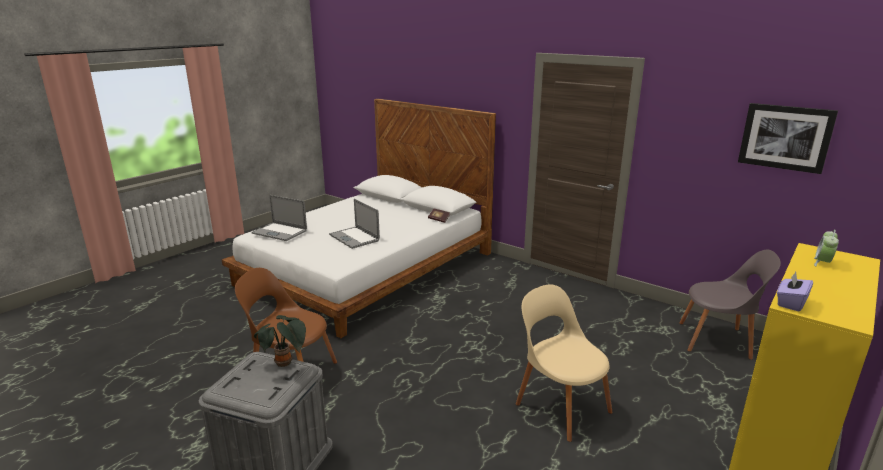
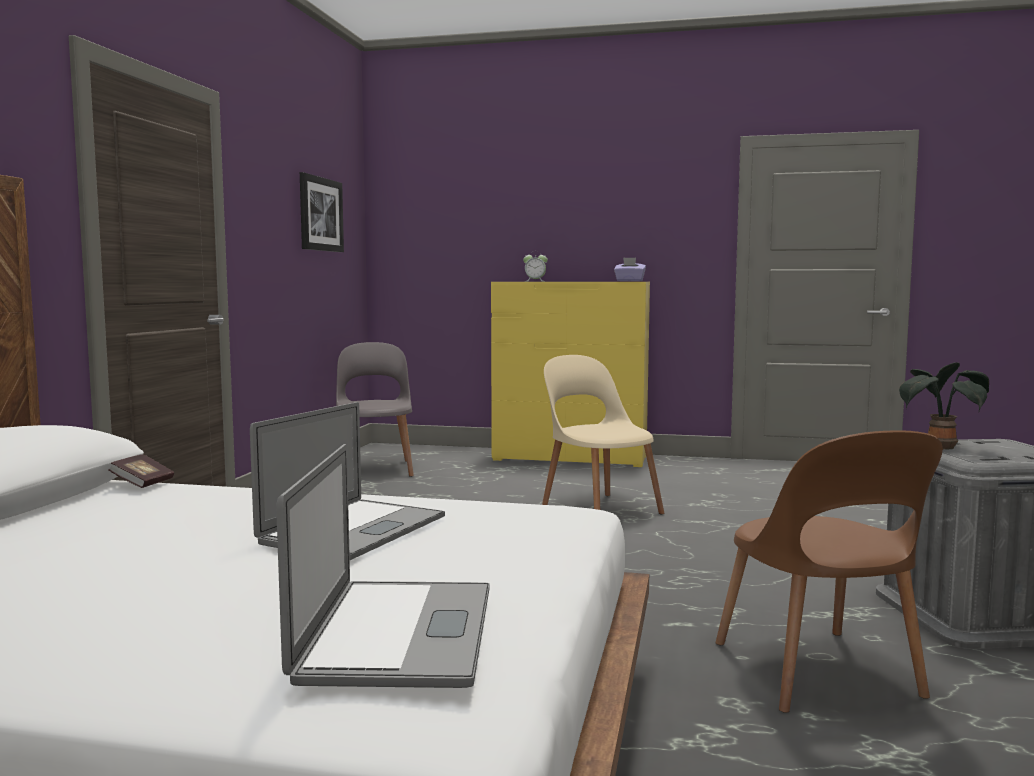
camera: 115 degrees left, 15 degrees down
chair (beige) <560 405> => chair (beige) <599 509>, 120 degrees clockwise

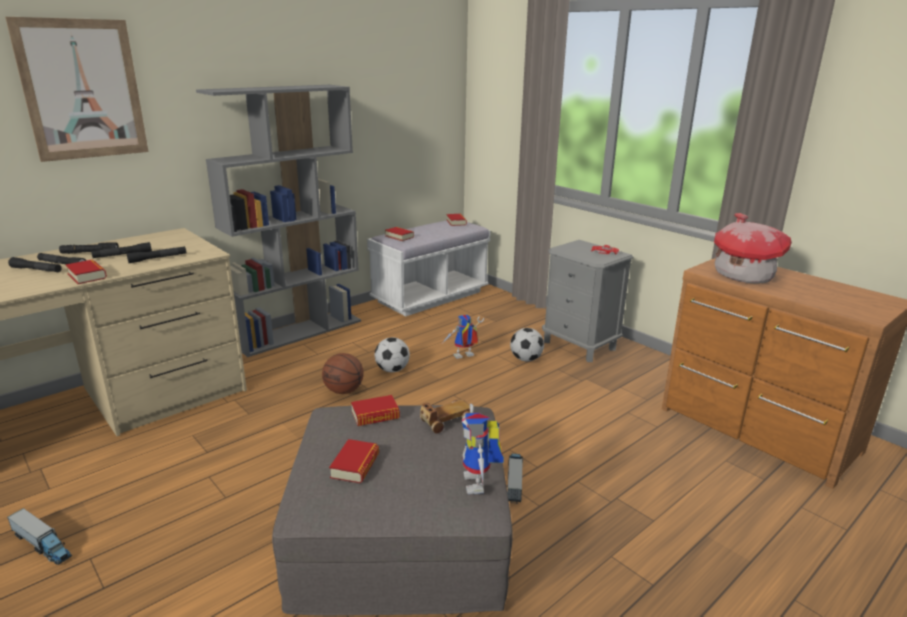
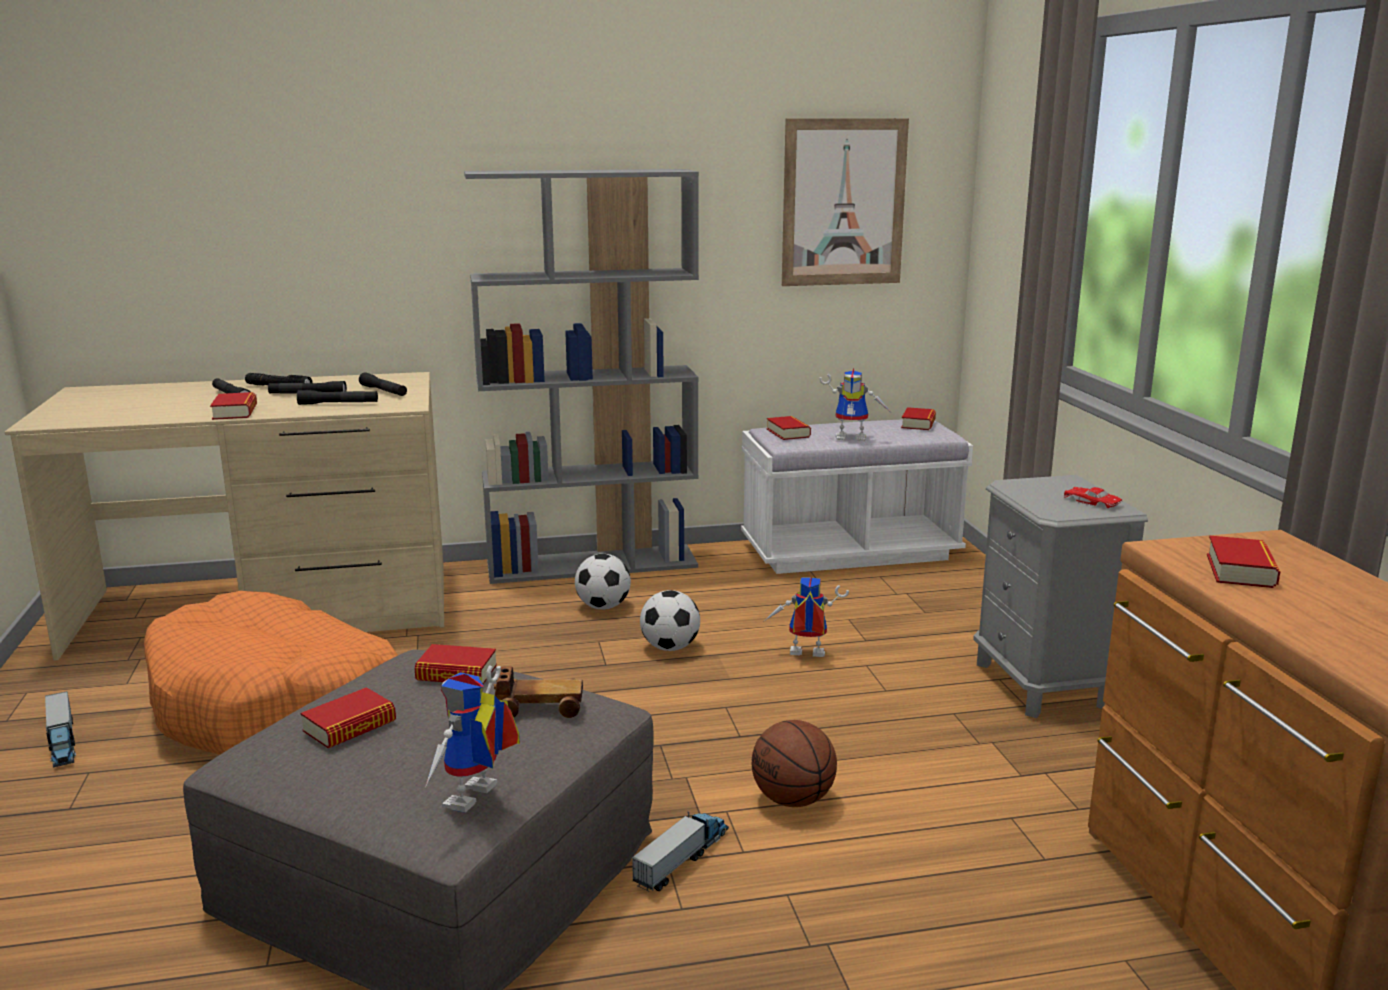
camera: 30 degrees right, 5 degrees down
picture <82 90> => picture <843 203>, moved
flashlight (black) <36 270> => flashlight (black) <383 391>, moved
basketball <344 391> => basketball <793 800>, moved
football <526 359> => football <603 607>, moved
toy house <742 275> => book <1240 571>
nothing => dog bed (orange) <277 707>
nothing => toy robot <853 437>

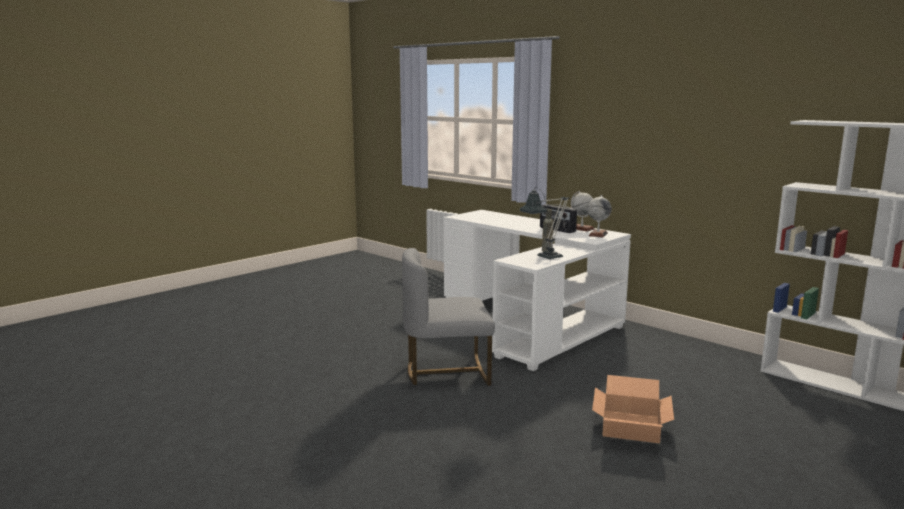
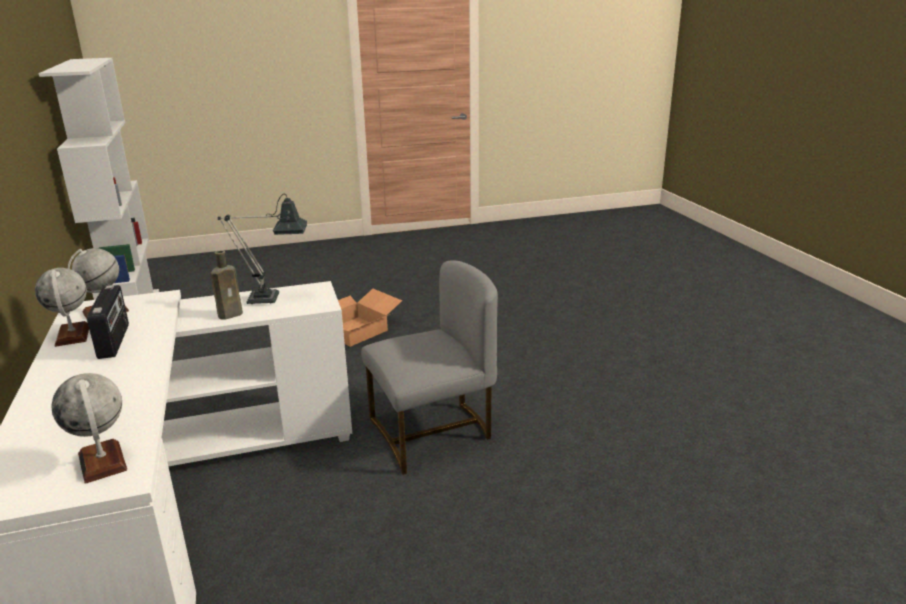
camera: 150 degrees left, 10 degrees up
chair (grey) <447 372> => chair (grey) <432 433>, 45 degrees counterclockwise
nothing => globe <102 462>

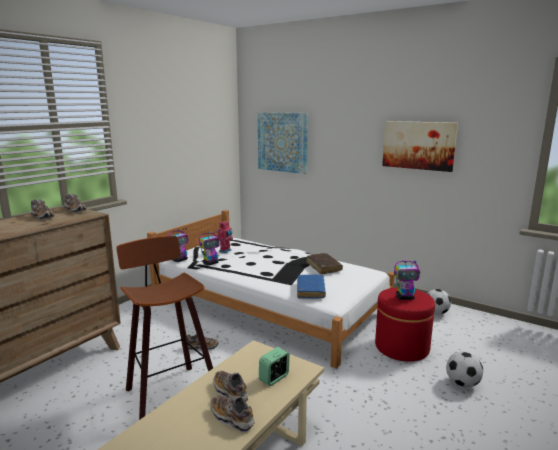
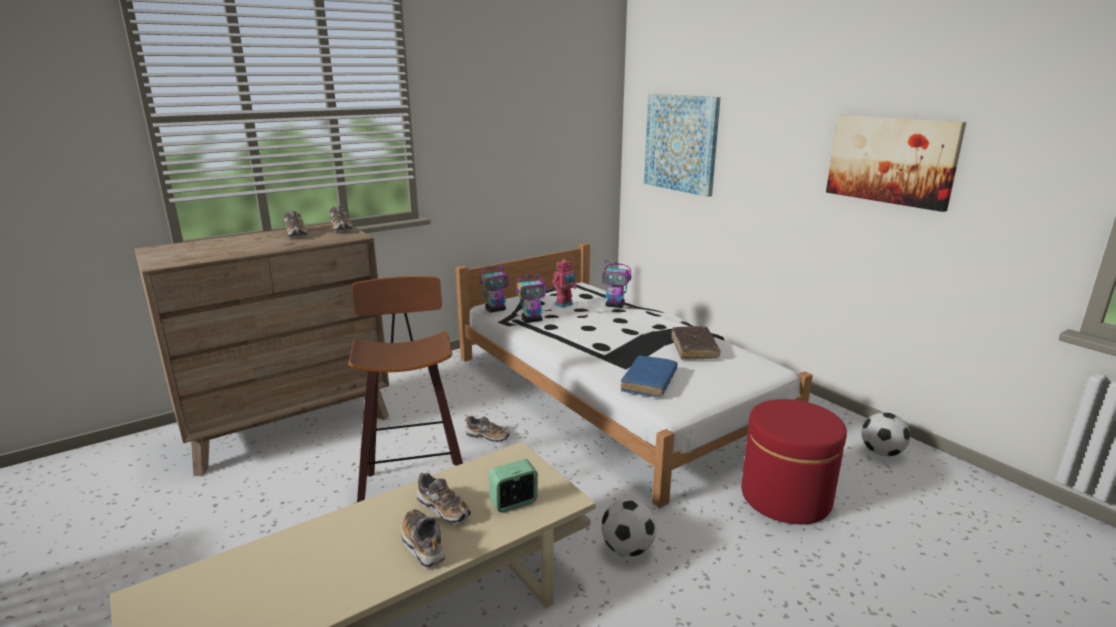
camera: 20 degrees right, 5 degrees up
shoe <230 392> => shoe <443 509>, 150 degrees clockwise
toy robot <405 298> => toy robot <615 306>, moved
football <462 384> => football <628 549>, moved

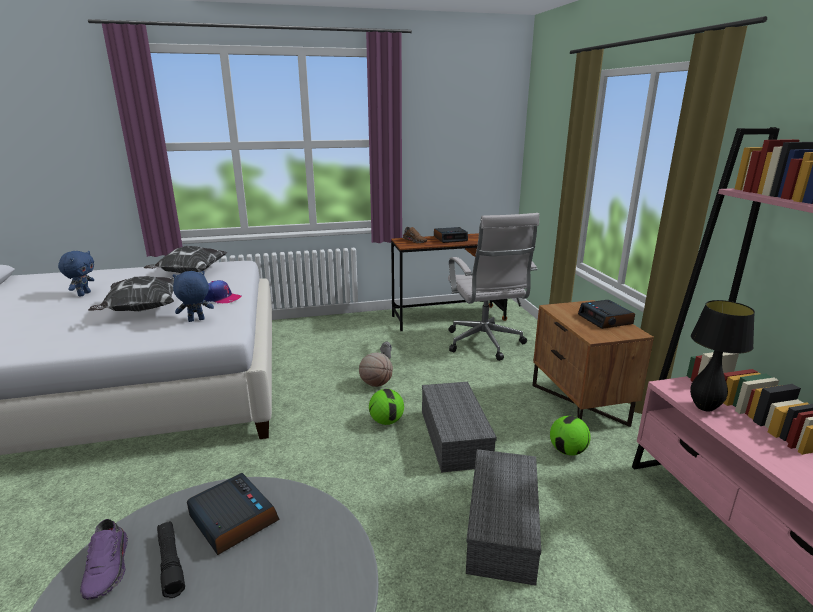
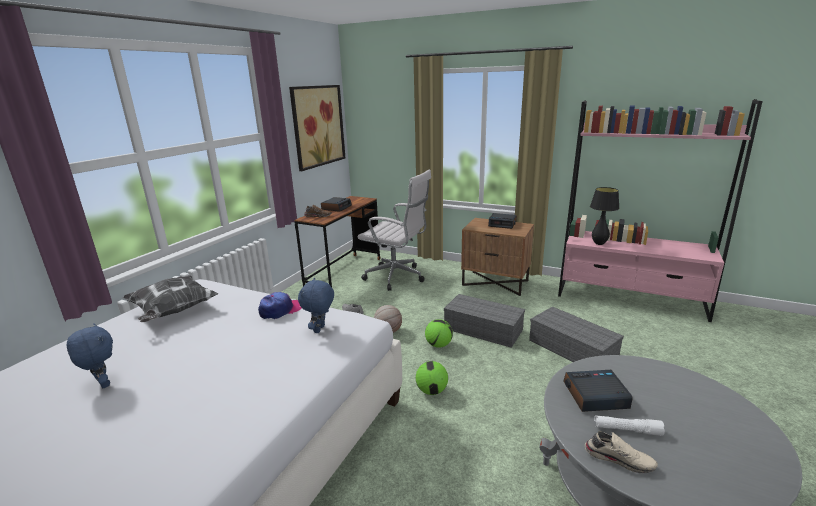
camera: 50 degrees left, 0 degrees up
shoe (purple) <109 567> => shoe (beige) <619 458>
pillow <142 310> => nothing
flashlight (black) <170 563> => flashlight (white) <627 430>
football <567 451> => football <432 390>, moved
nothing => picture <318 126>

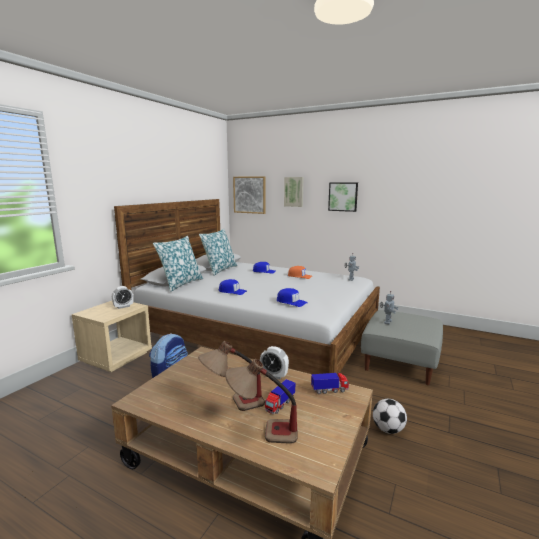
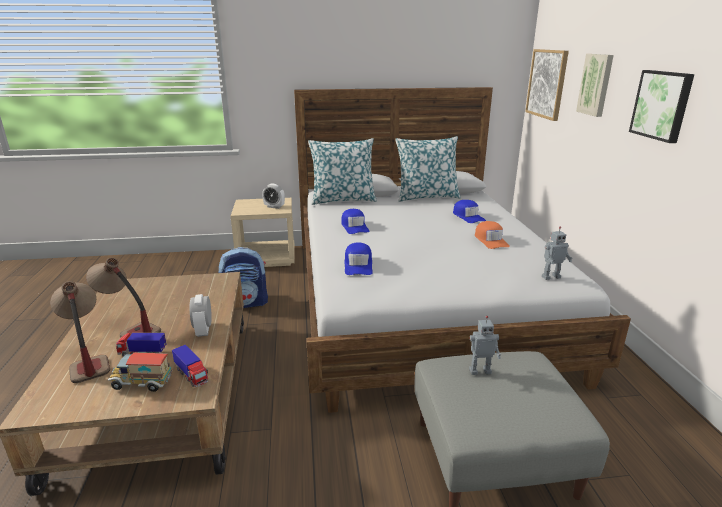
camera: 55 degrees right, 10 degrees up
football <388 429> => nothing
nothing => toy truck <142 384>

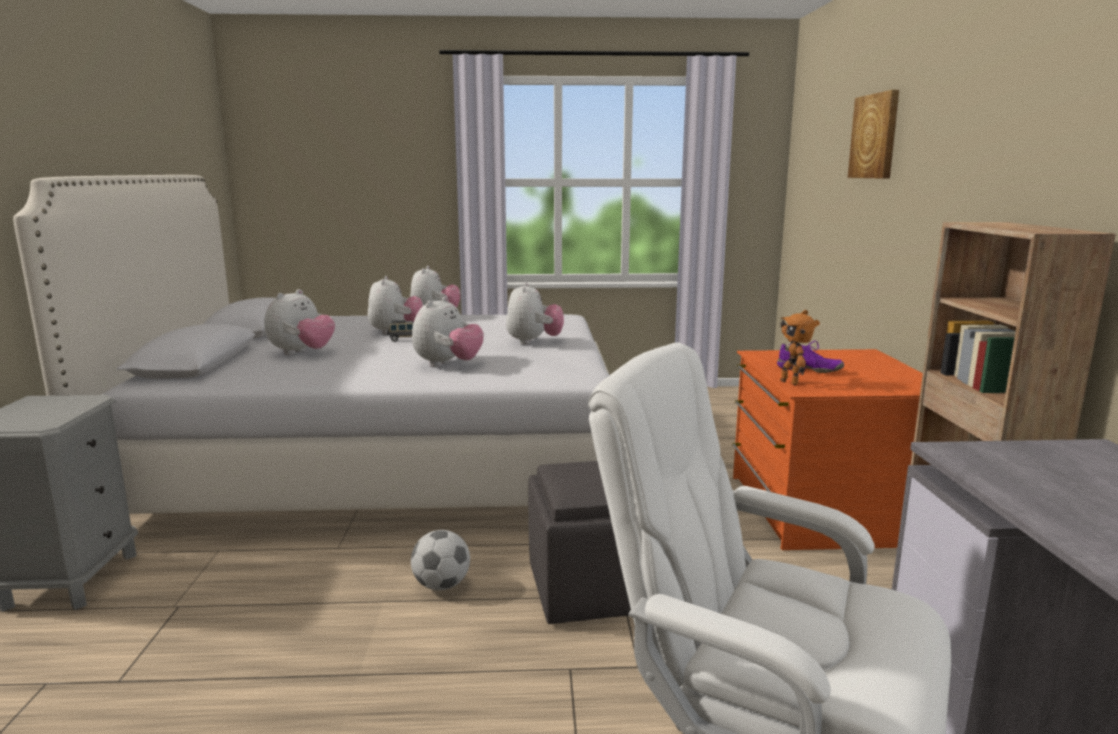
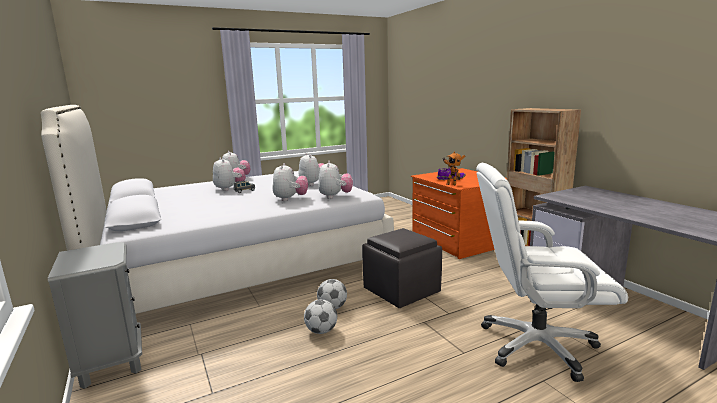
camera: 25 degrees left, 0 degrees up
plush toy <302 353> => plush toy <335 196>, moved
picture <875 136> => nothing
nothing => football <321 331>

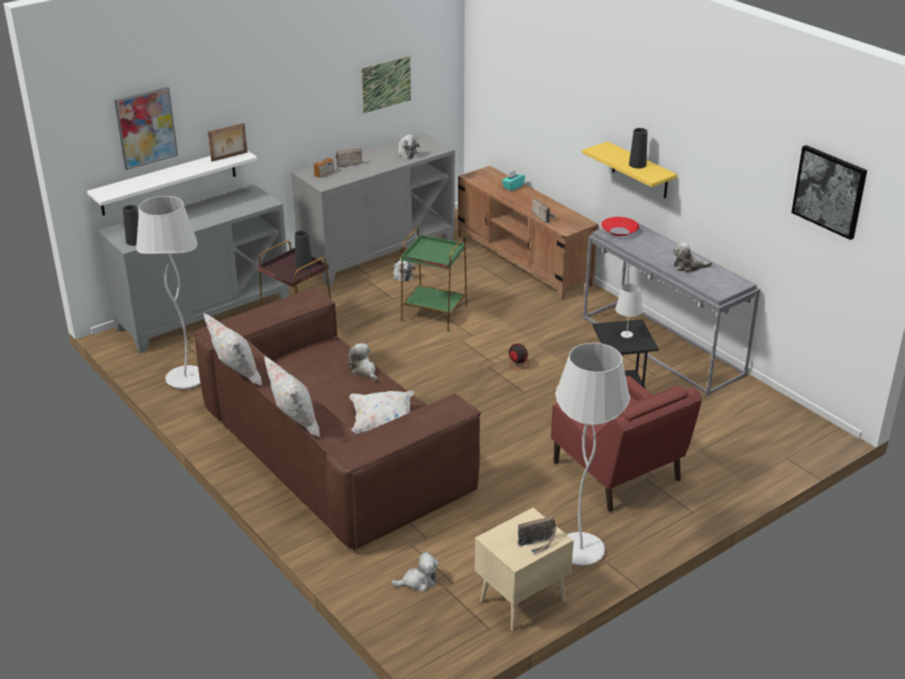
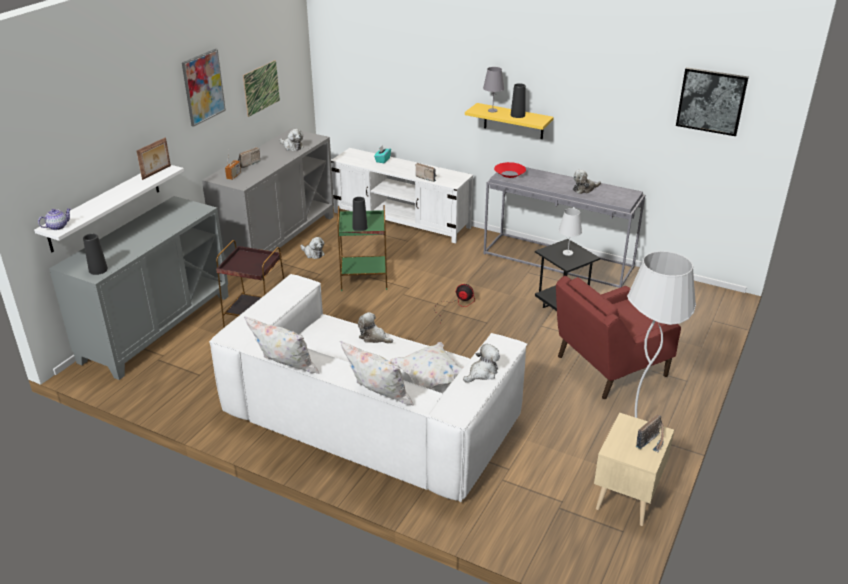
camera: 25 degrees left, 0 degrees up
picture <146 127> => picture <203 87>, moved
floor lamp (white) <186 379> => nothing
sofa (brown) <335 449> => sofa (white) <370 416>
vase (black) <303 265> => vase (black) <360 227>, moved
plush toy <418 581> => plush toy <482 373>, moved
tv stand (brown) <523 260> => tv stand (white) <402 220>
armchair (red) <618 473> => armchair (red) <609 367>, 120 degrees clockwise
nothing => teapot <57 227>
nothing => table lamp (grey) <492 110>

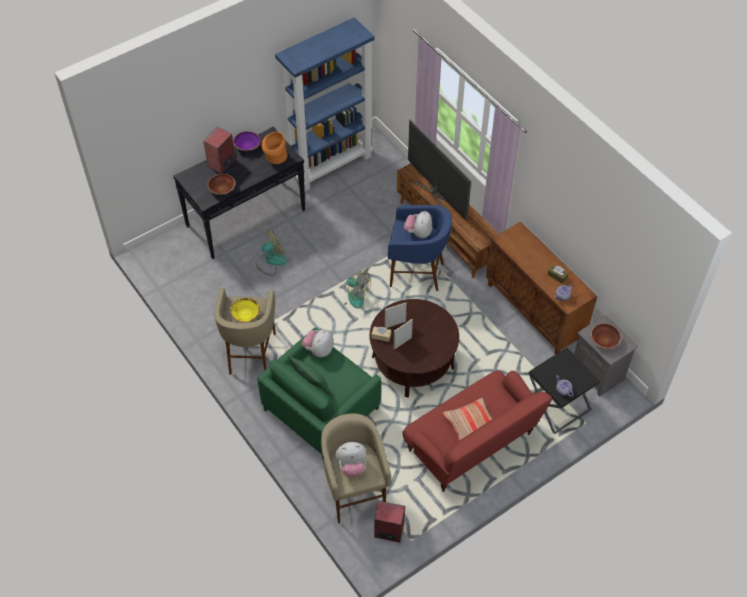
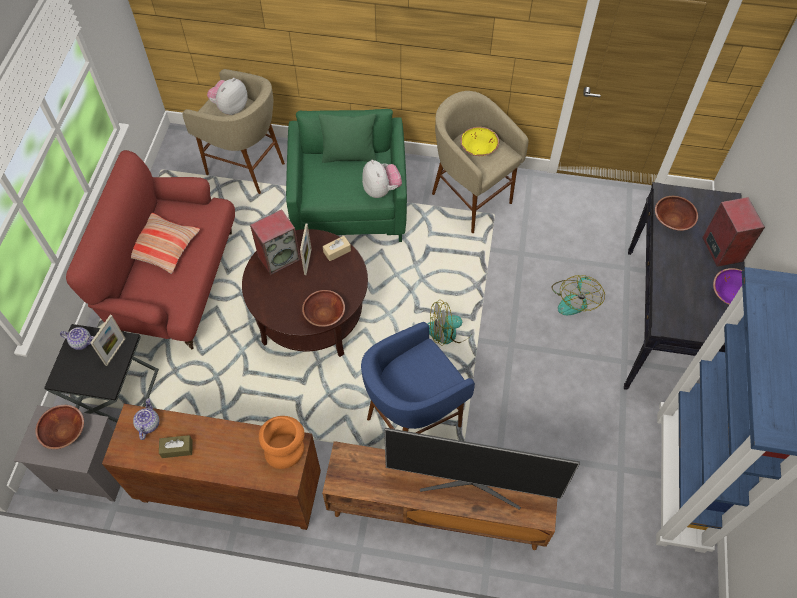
camera: 135 degrees right, 5 degrees up
vase (orange) <275 158> => vase (orange) <284 448>, moved
speaker <388 531> => speaker <279 257>, moved
picture frame <395 324> => picture frame <115 351>, moved
plush toy <418 233> => nothing
nothing => bowl (brown) <324 314>

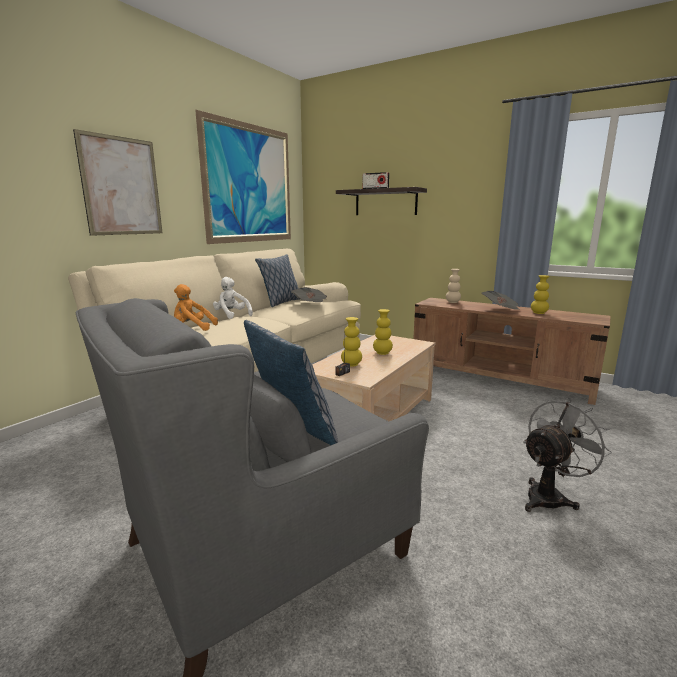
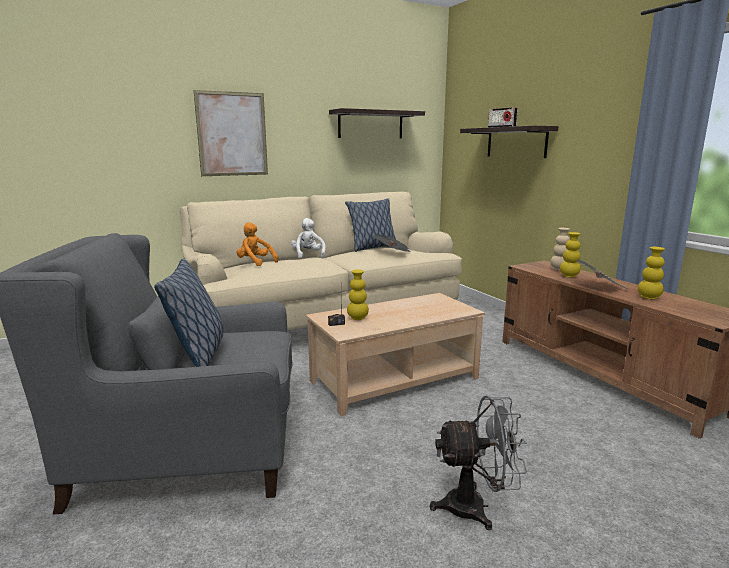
camera: 30 degrees right, 0 degrees up
picture <250 184> => shelf <370 125>
vase (yellow) <382 353> => vase (yellow) <569 276>, moved

